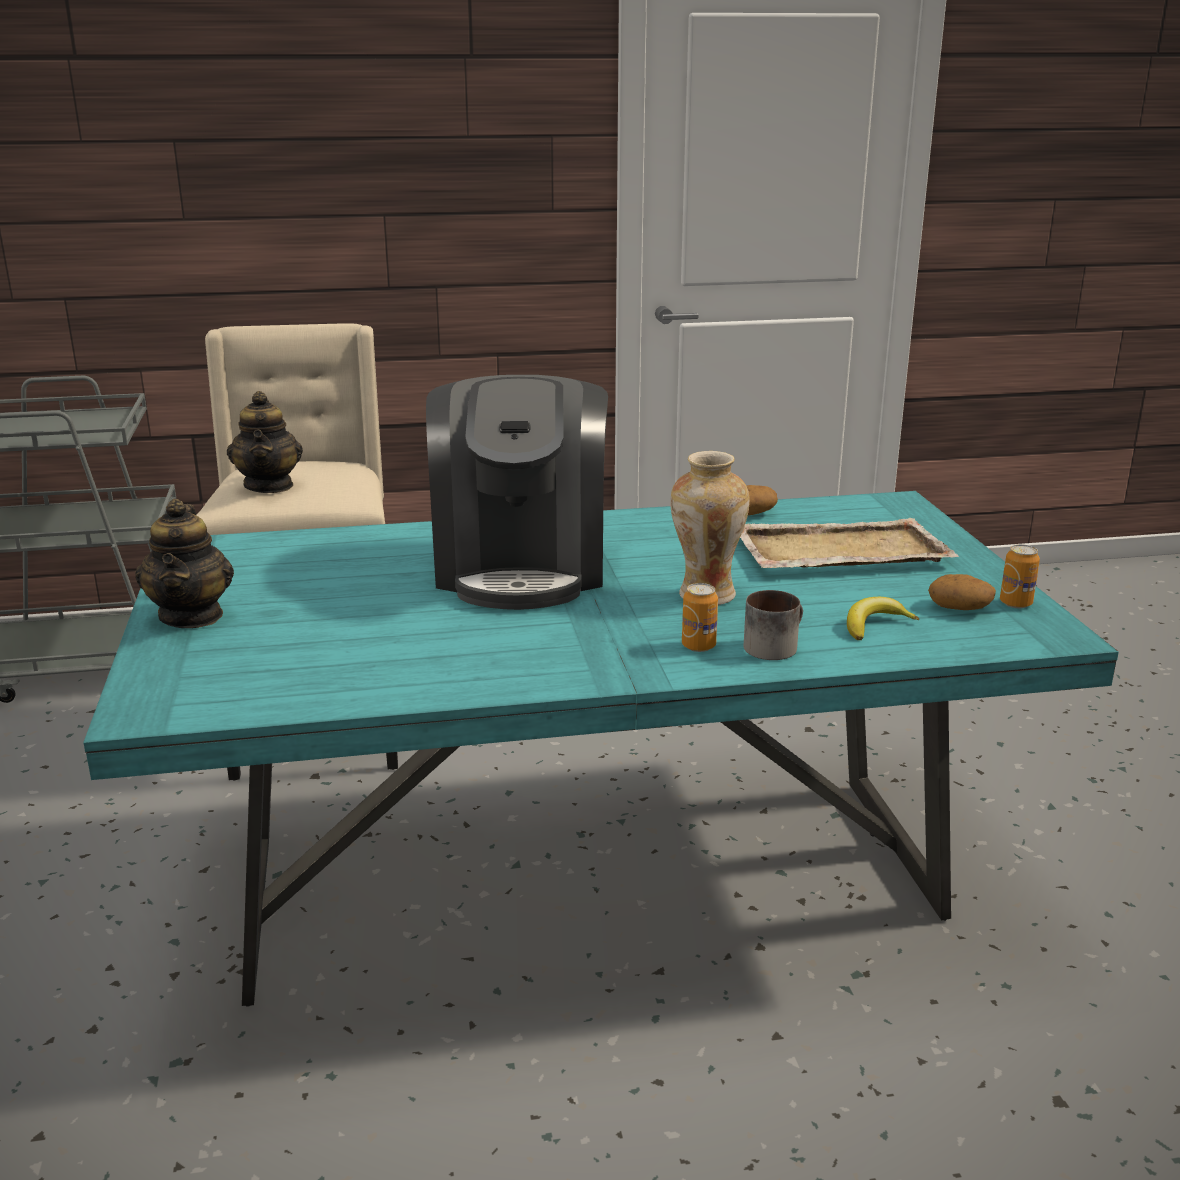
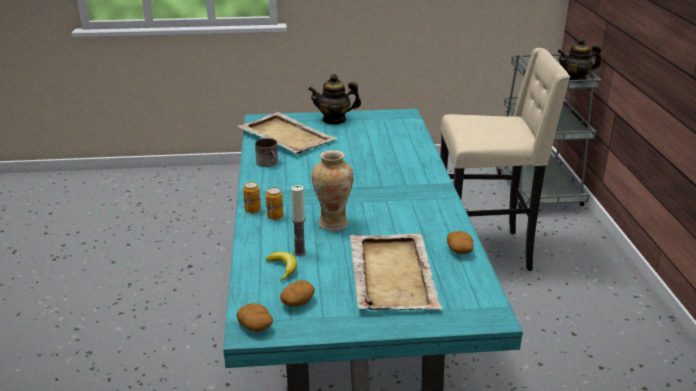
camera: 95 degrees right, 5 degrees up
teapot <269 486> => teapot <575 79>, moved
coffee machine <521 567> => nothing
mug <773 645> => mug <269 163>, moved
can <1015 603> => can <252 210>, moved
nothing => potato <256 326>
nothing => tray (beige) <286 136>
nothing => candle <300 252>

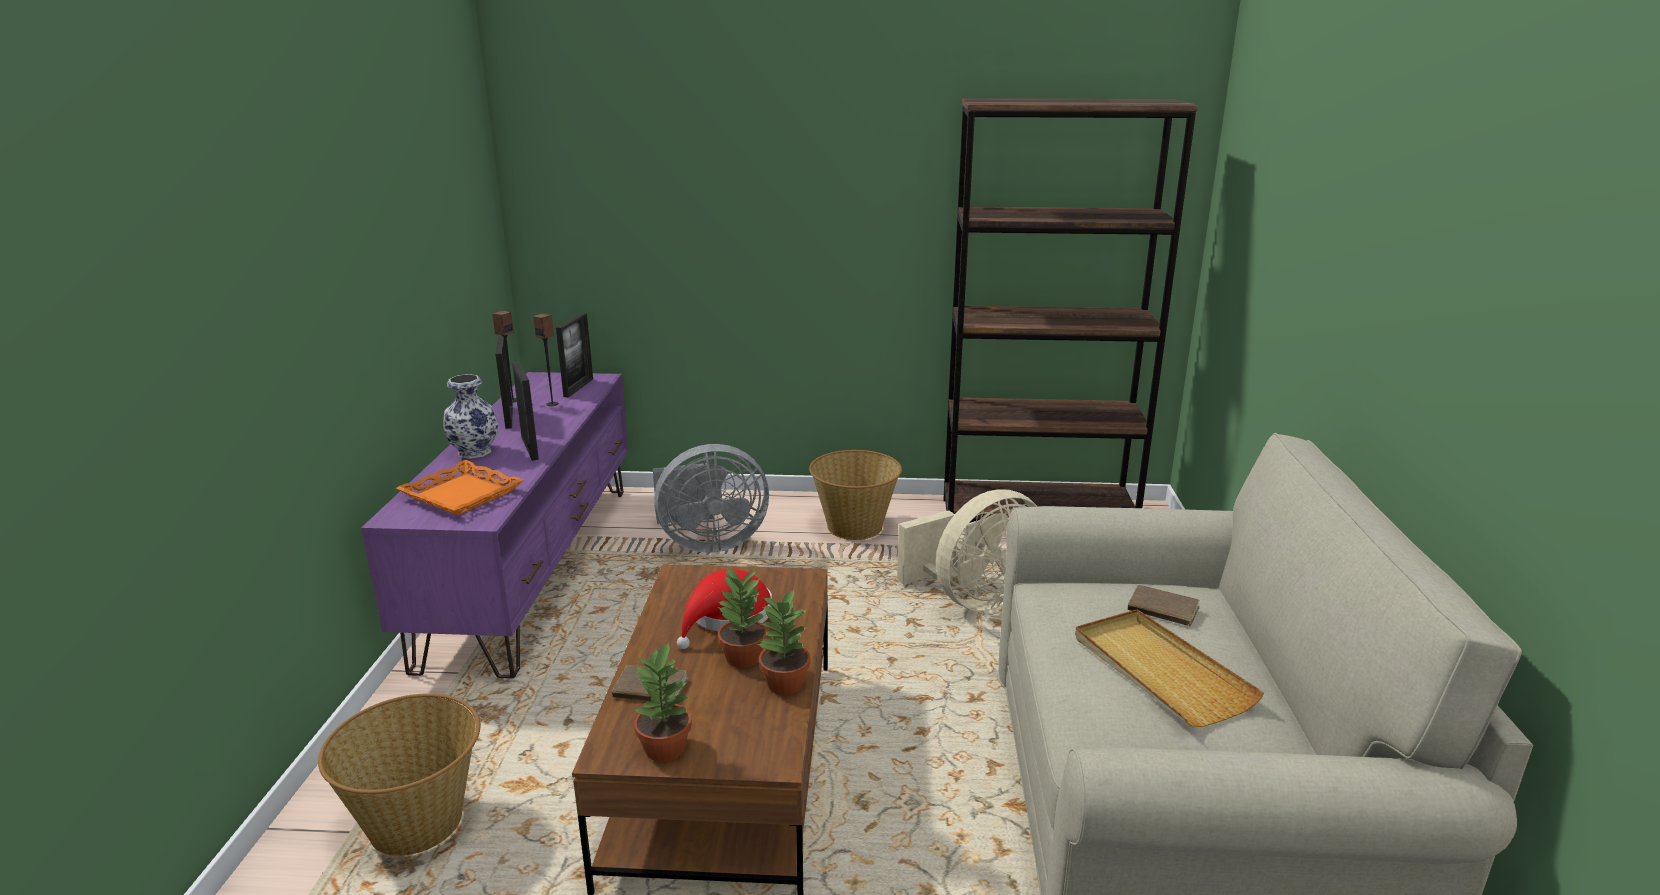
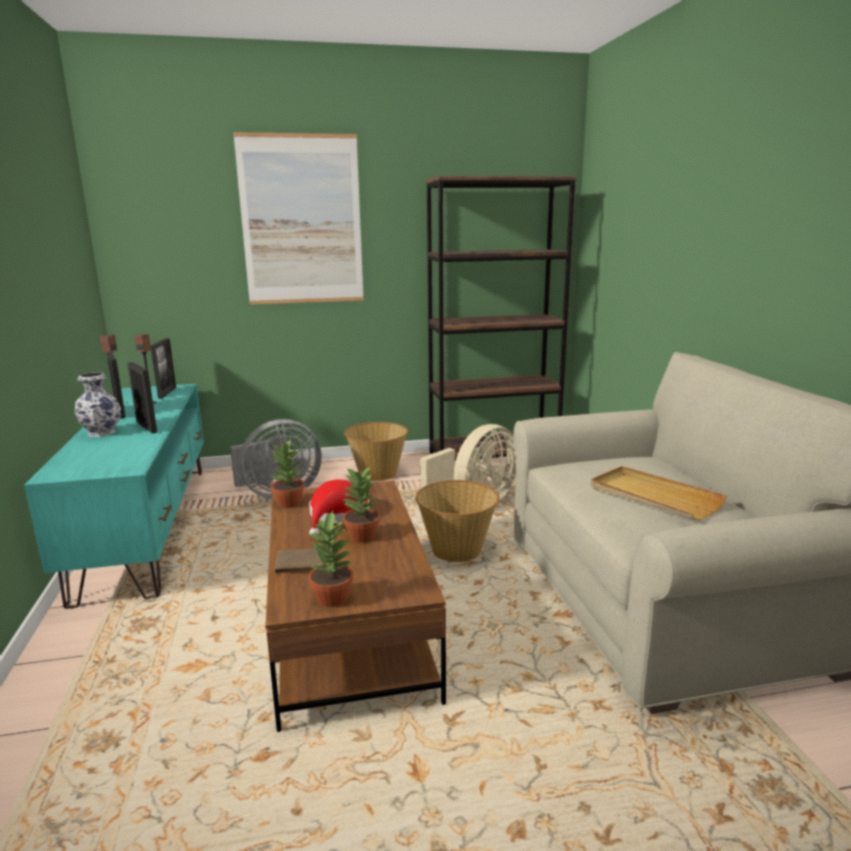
camera: 15 degrees left, 5 degrees down
basket <418 822> => basket <457 549>, moved
tv stand (purple) <533 567> => tv stand (turquoise) <148 525>
tray (orange) <461 495> => nothing
potted plant <783 684> => potted plant <288 503>, moved
book (brown) <1162 610> => nothing
nothing => picture <302 221>

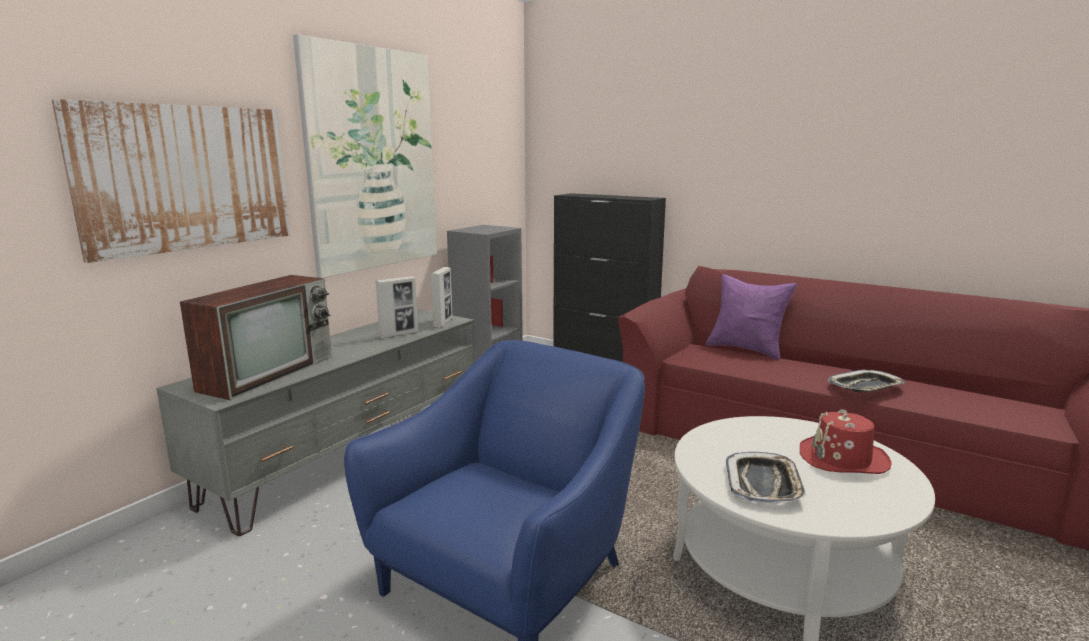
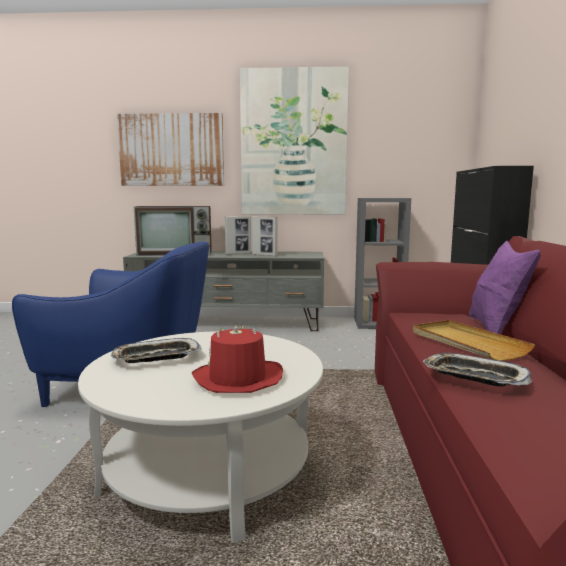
camera: 60 degrees right, 5 degrees down
picture frame <443 323> => picture frame <238 254>, moved
nothing => tray (beige) <467 343>

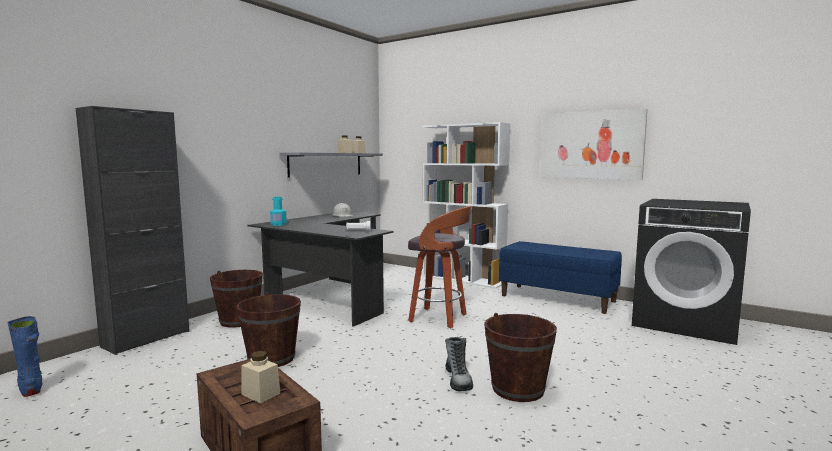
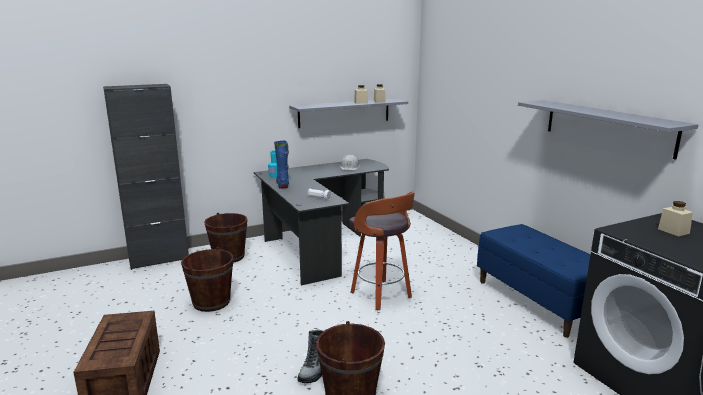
camera: 30 degrees right, 10 degrees up
boot (blue) <30 387> => boot (blue) <282 185>, moved
jar (beige) <261 394> => jar (beige) <673 231>, moved
bookcase (white) <463 279> => nothing
picture <590 145> => shelf (grey) <607 127>

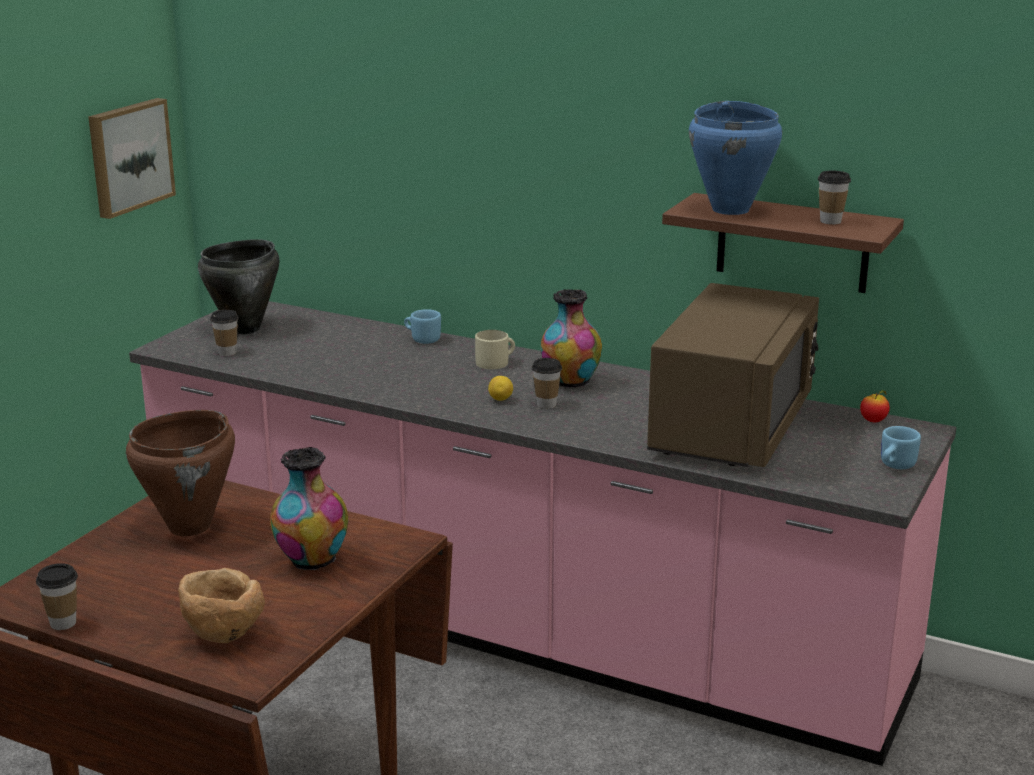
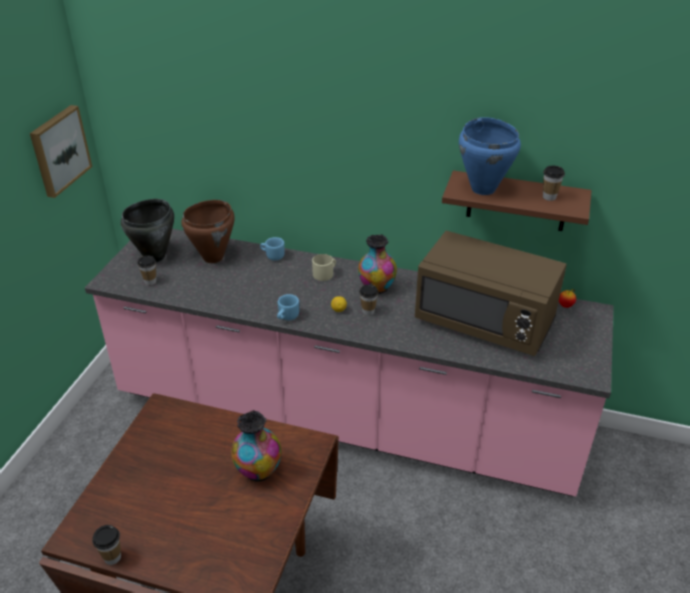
camera: 10 degrees left, 15 degrees up
cooking pot (brown) <190 527> => cooking pot (brown) <213 257>, moved
bowl (brown) <223 635> => nothing
microwave (brown) <730 428> => microwave (brown) <485 322>, 105 degrees clockwise
mug (blue) <894 466> => mug (blue) <286 317>, moved

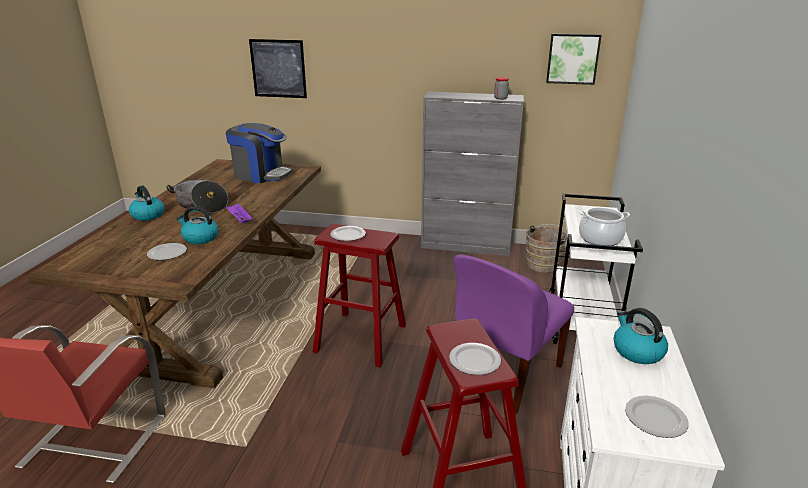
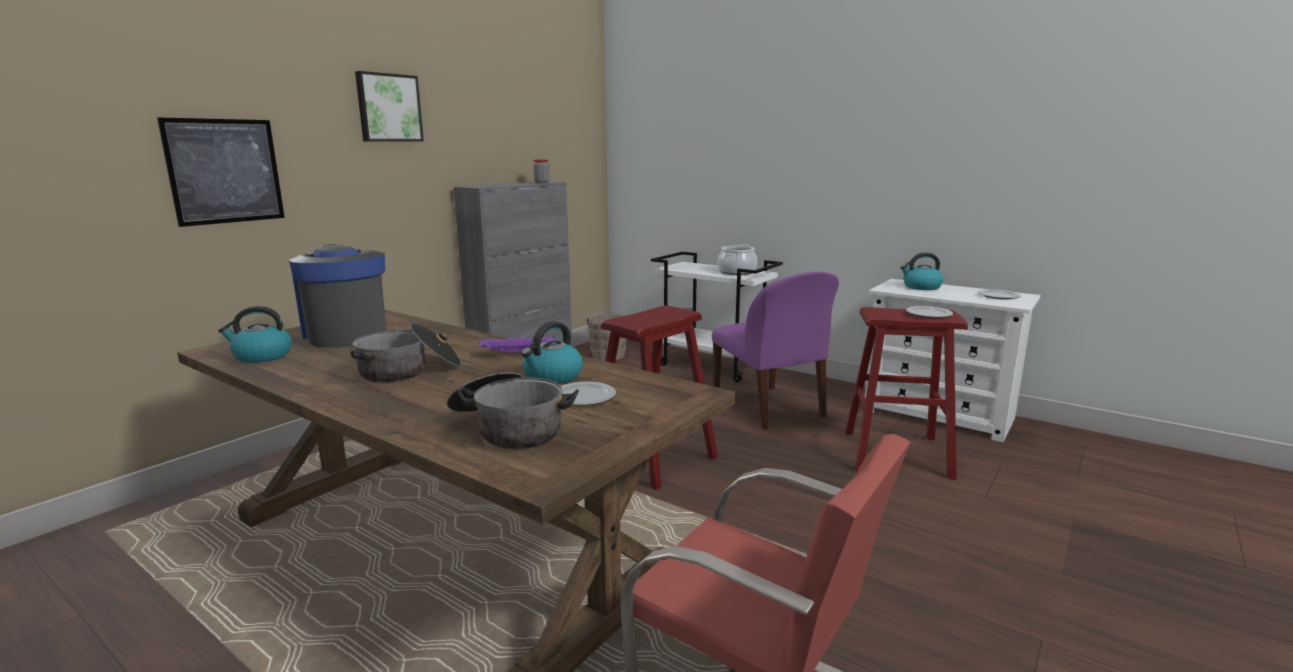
camera: 65 degrees left, 10 degrees down
kettle <147 215> => kettle <261 356>, moved
coffee machine <261 175> => coffee machine <345 334>, 75 degrees counterclockwise
plate <347 235> => nothing
picture <572 58> => picture <388 108>, moved
nothing => cooking pot <509 429>

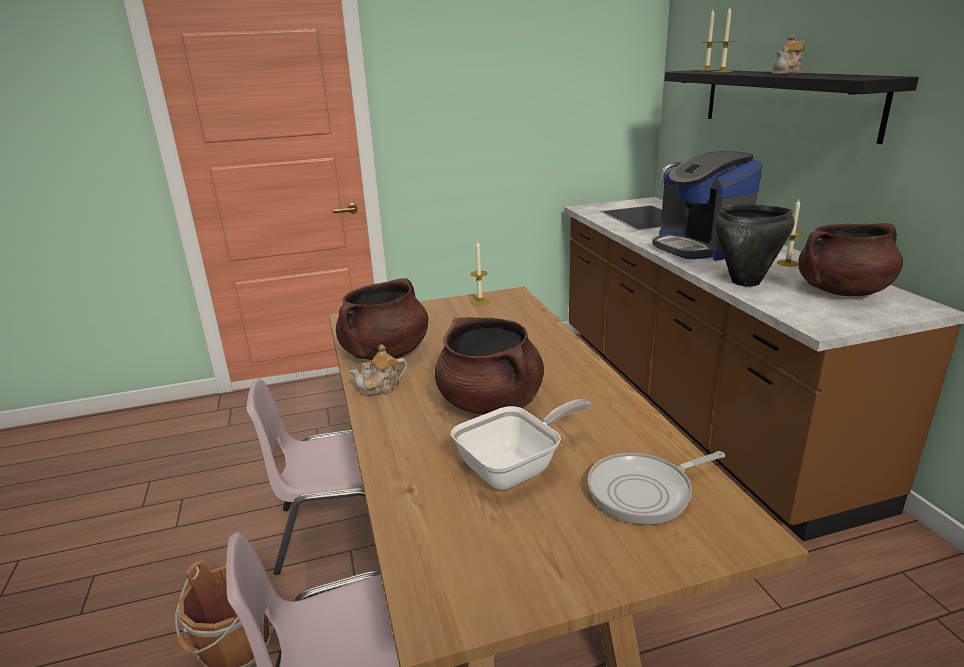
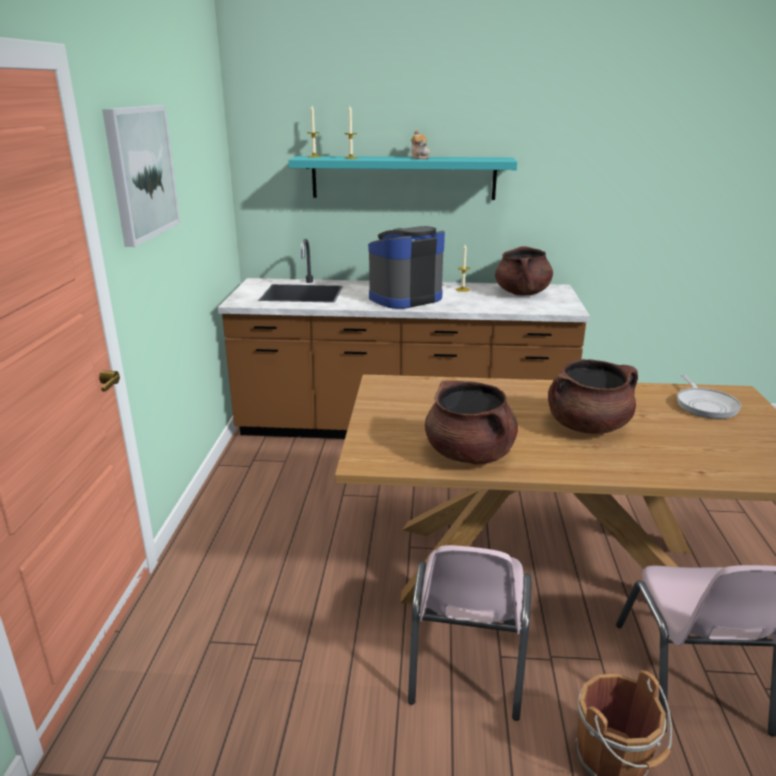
camera: 70 degrees left, 0 degrees up
teapot <381 388> => nothing
frying pan <516 468> => nothing
candle <480 301> => nothing
coffee machine <700 247> => coffee machine <404 298>, 150 degrees clockwise
shelf (black) <785 101> => shelf (turquoise) <403 177>
cooking pot (black) <746 282> => nothing
nothing => picture <141 172>

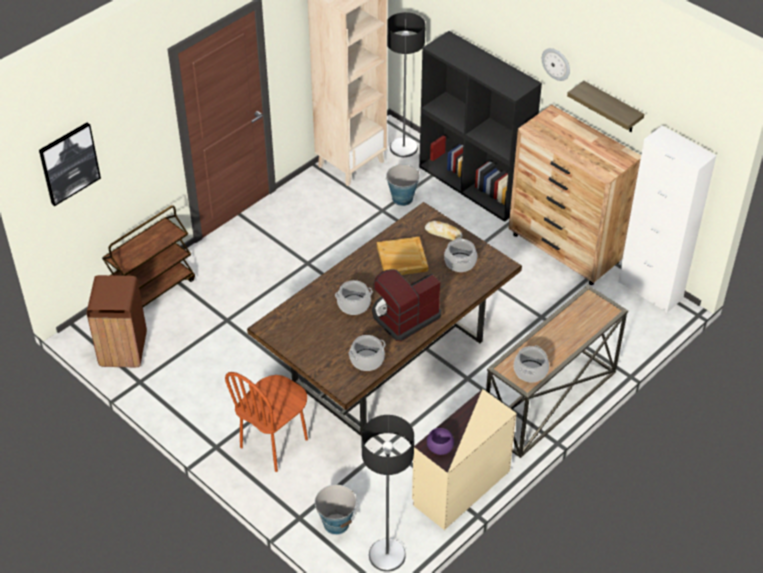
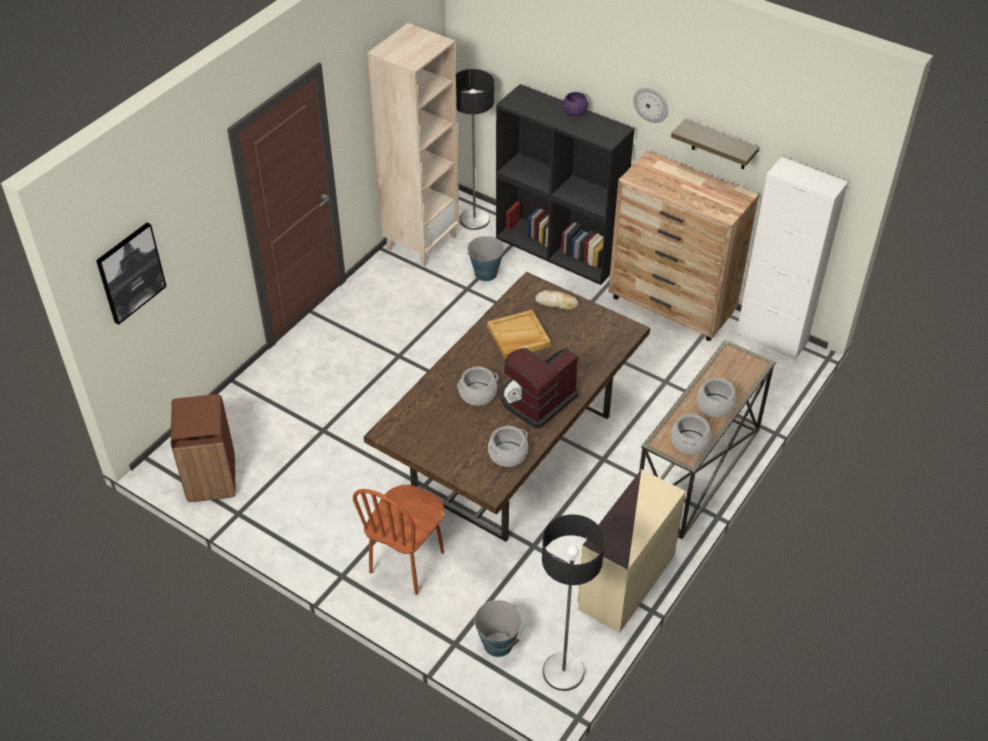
camera: 10 degrees left, 0 degrees up
cart (brown) <153 291> => nothing
bowl (purple) <440 448> => bowl (purple) <575 112>, moved
cooking pot <460 262> => cooking pot <715 405>, moved

